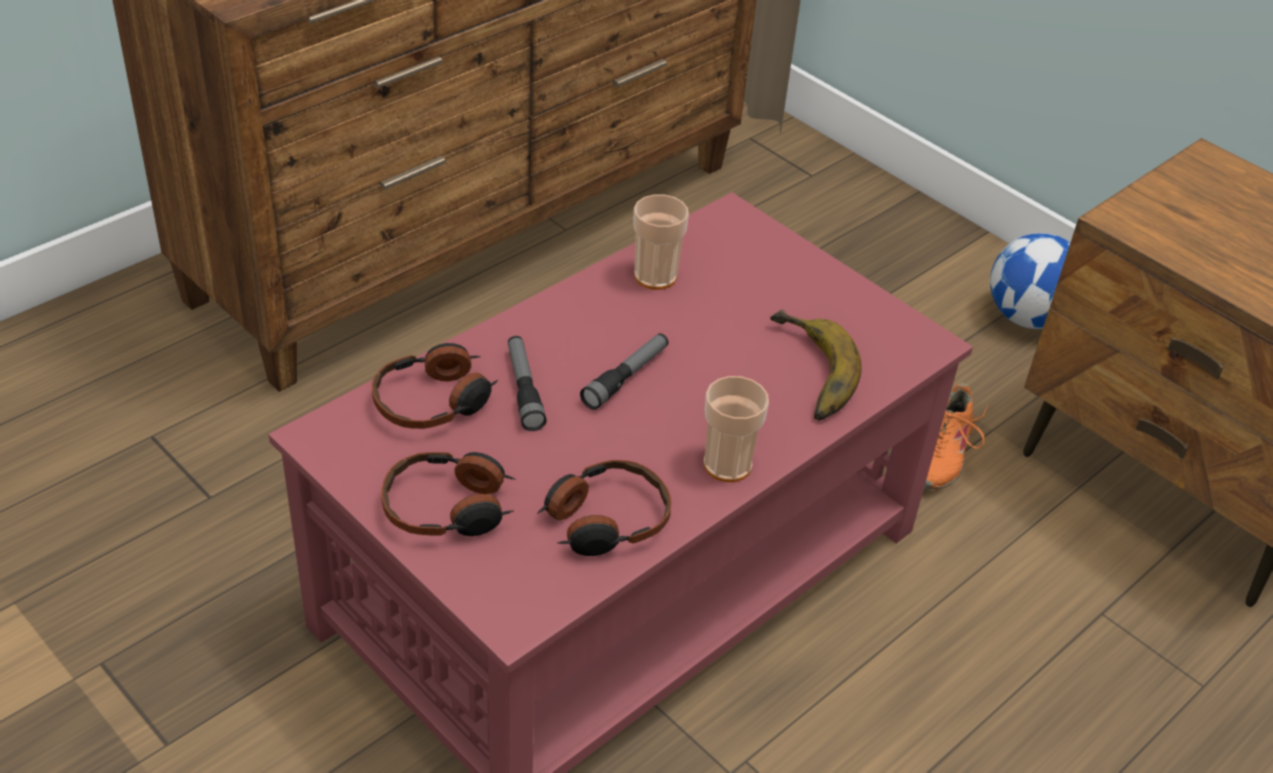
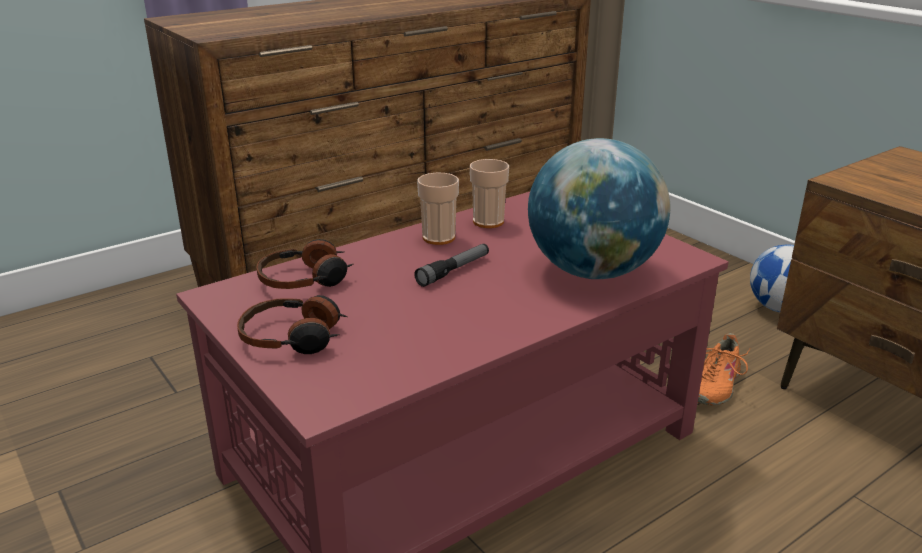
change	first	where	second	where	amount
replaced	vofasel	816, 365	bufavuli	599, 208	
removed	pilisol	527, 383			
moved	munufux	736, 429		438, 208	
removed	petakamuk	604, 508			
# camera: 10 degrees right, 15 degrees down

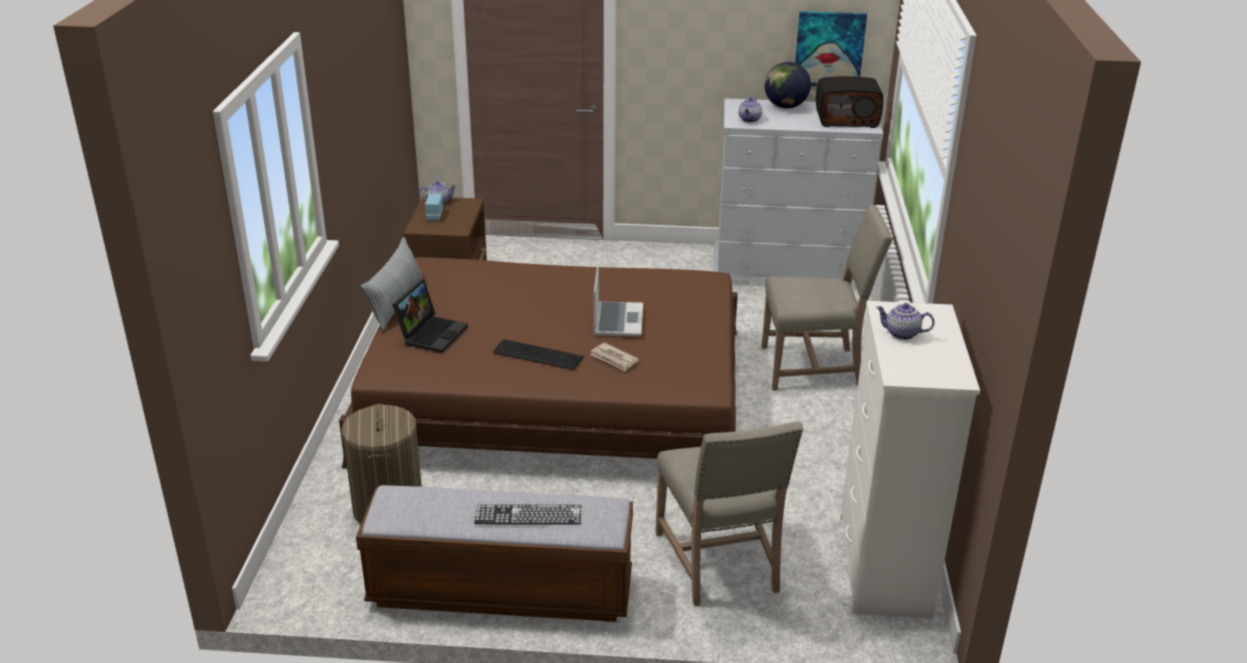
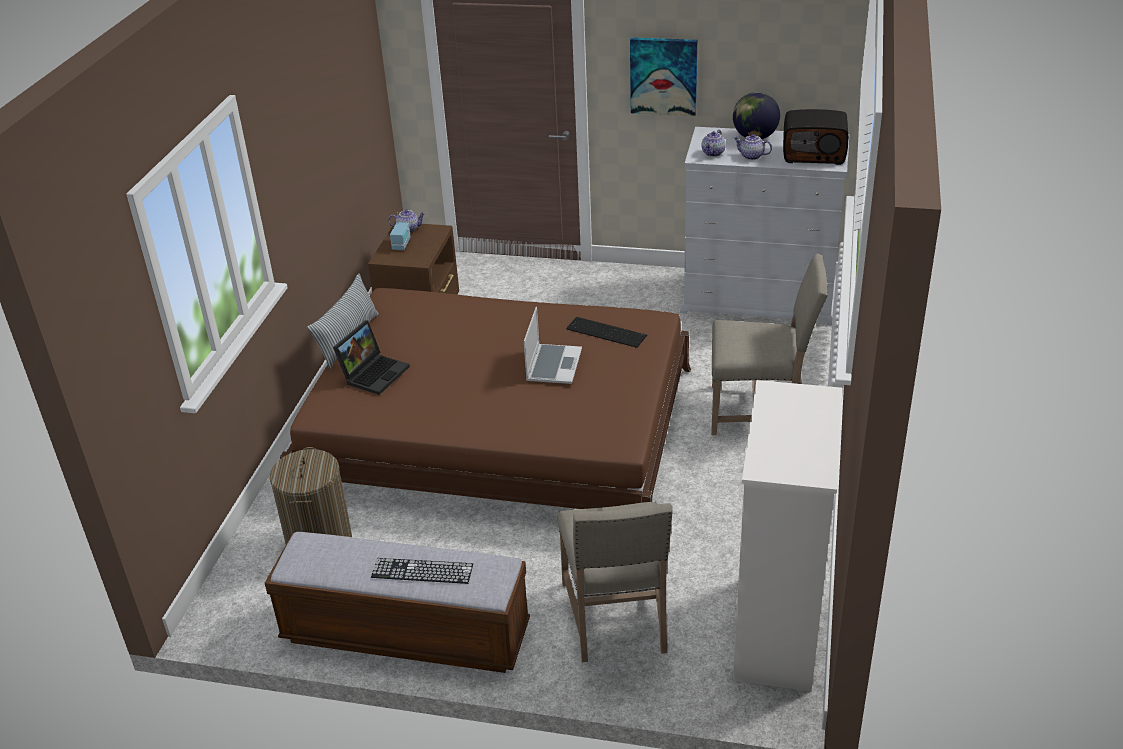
change	first	where	second	where	amount
moved	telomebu	831, 50		664, 76	
moved	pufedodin	905, 321		752, 147	
moved	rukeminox	538, 354		606, 332	
removed	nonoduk	614, 357			
# camera: 10 degrees right, 5 degrees up

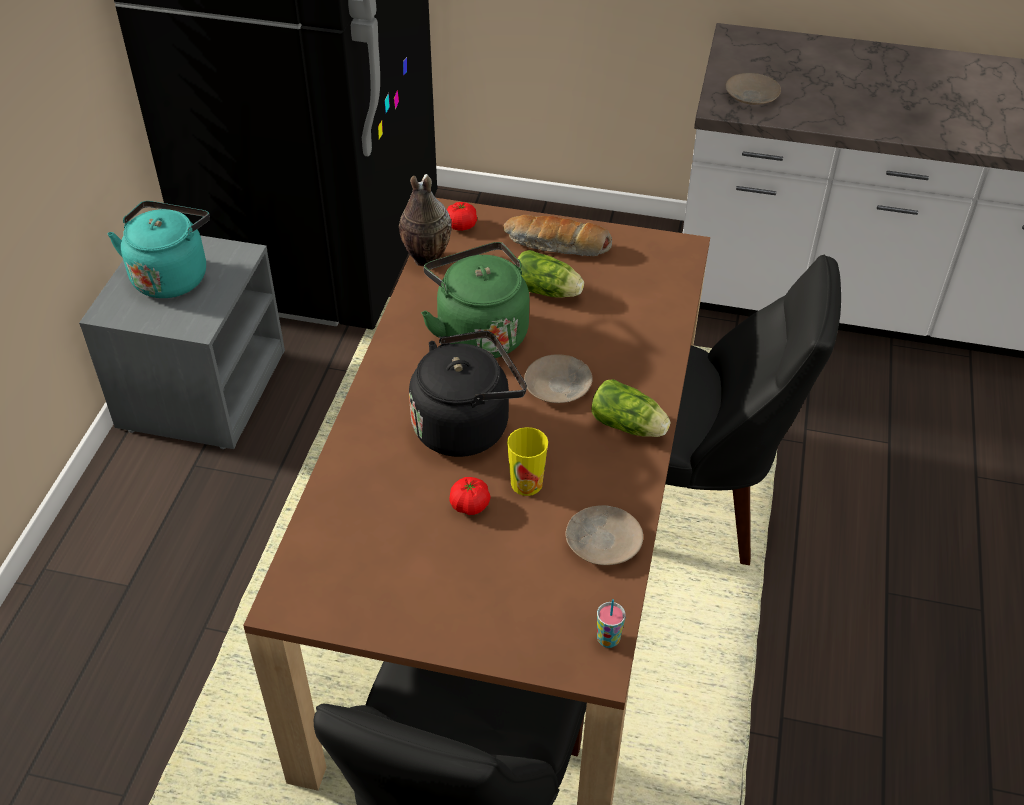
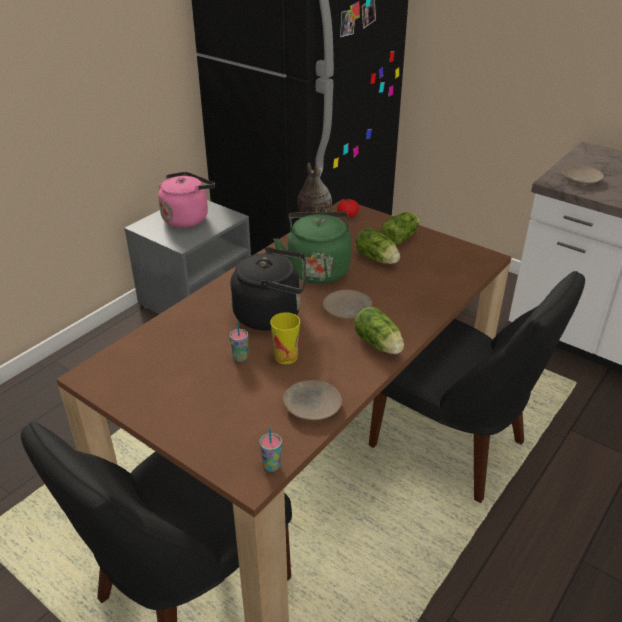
change	first	where	second	where	amount
recoloured	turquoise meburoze	159, 249	pink meburoze	186, 200	
replaced	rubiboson	557, 236	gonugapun	400, 228	
replaced	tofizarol	470, 496	munufux	239, 342	
# camera: 25 degrees right, 10 degrees down

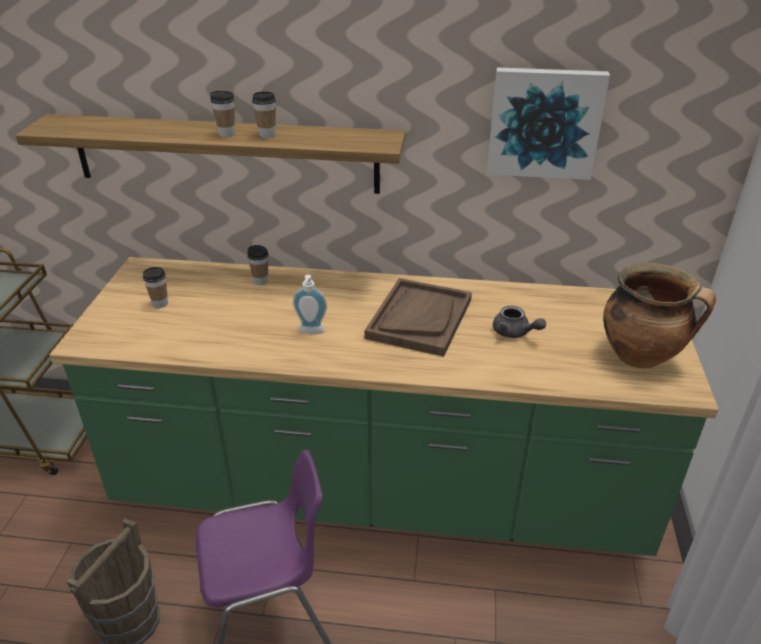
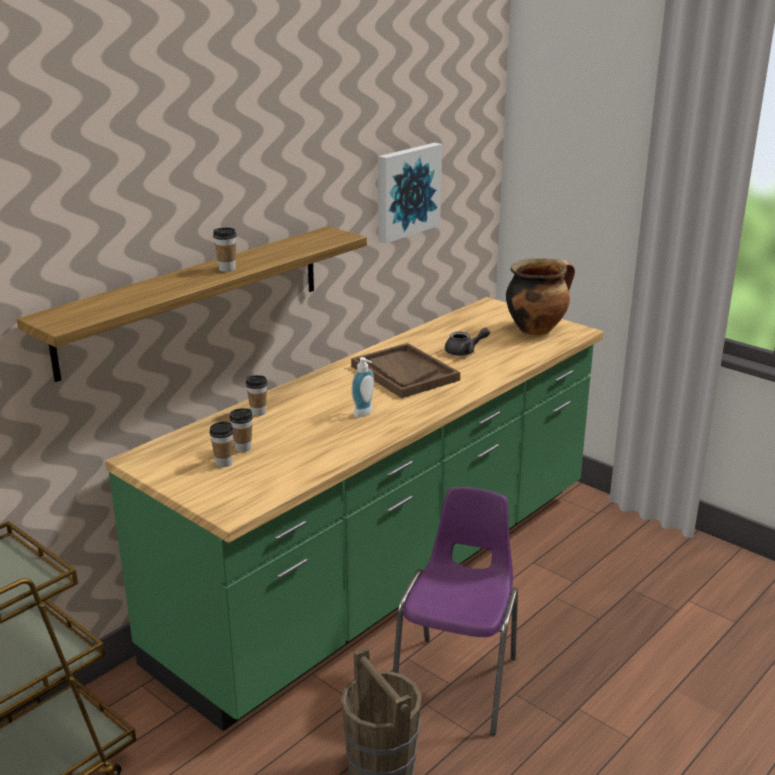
change	first	where	second	where	amount
moved	munufux	264, 114		241, 430	
# camera: 55 degrees left, 10 degrees down

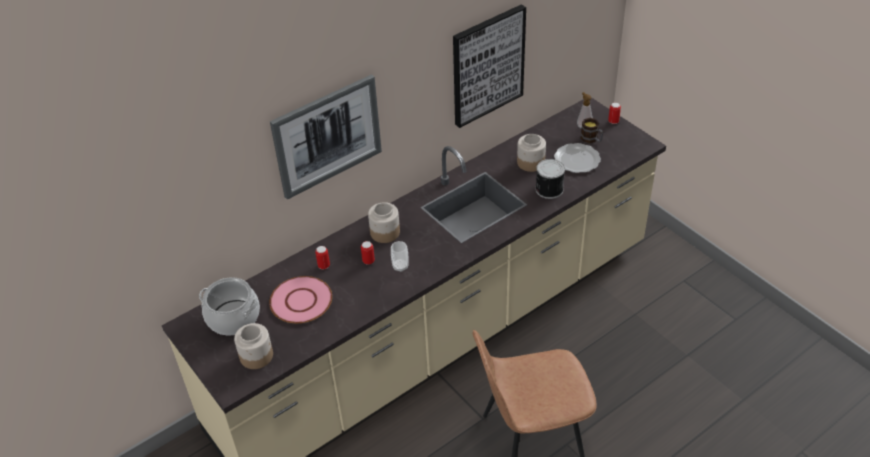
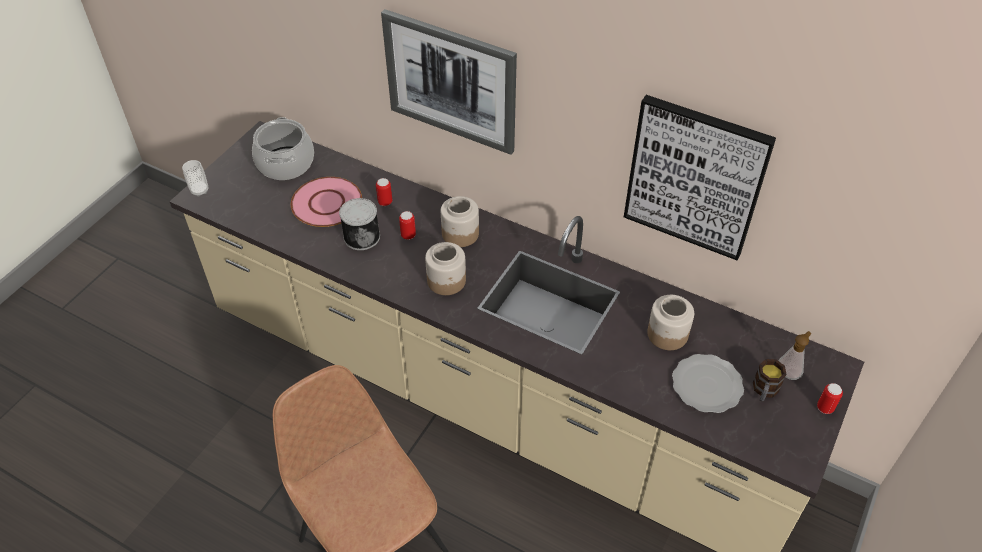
change	first	where	second	where	amount
moved	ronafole	550, 179		359, 224	
moved	munufux	400, 256		195, 178	
moved	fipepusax	253, 346		445, 268	
# camera: 65 degrees right, 5 degrees up

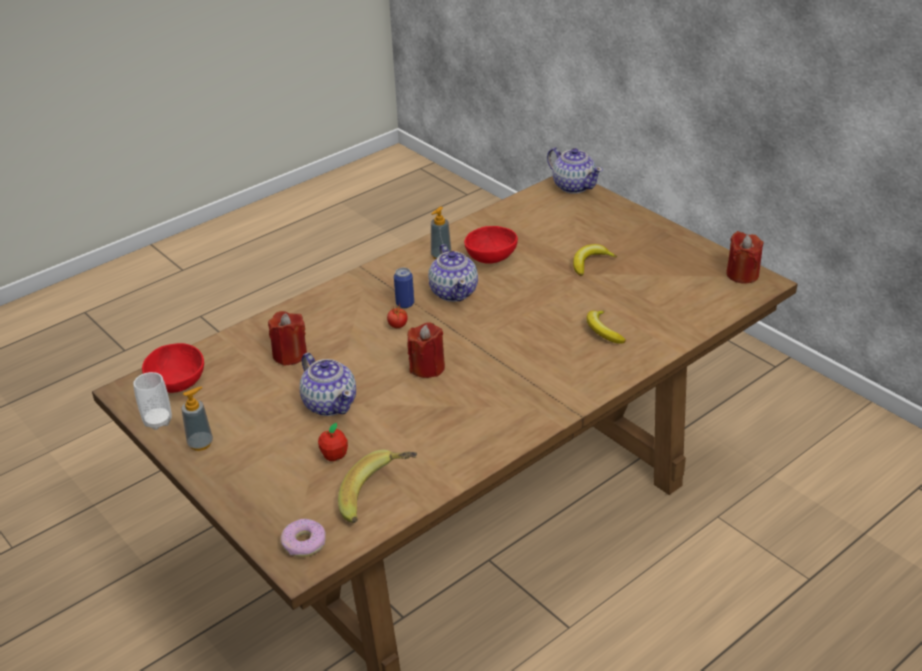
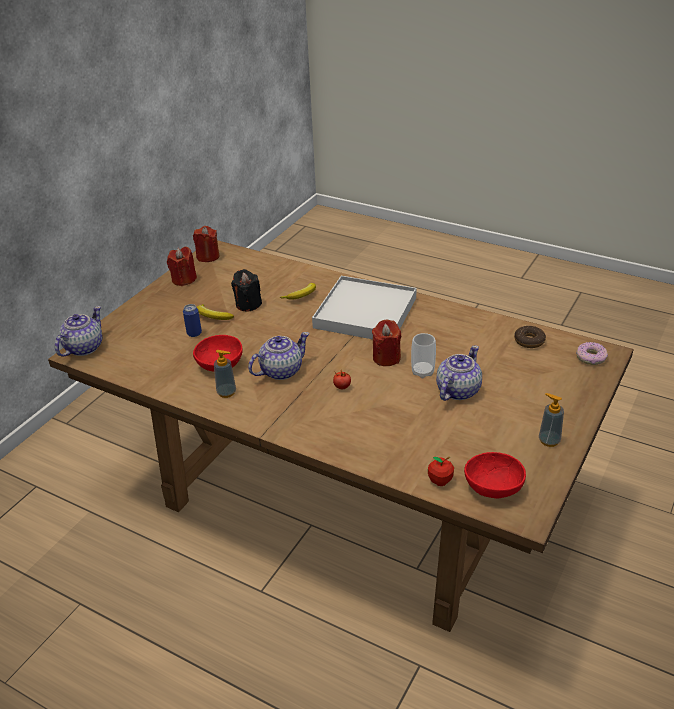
change	first	where	second	where	amount
moved	ronafole	404, 288		192, 320	
moved	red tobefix	287, 338		182, 266	
moved	munufux	152, 401		423, 355	
moved	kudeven	333, 442		441, 471	
replaced	vofasel	377, 486	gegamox	530, 337	
added			black tobefix	246, 290	
added			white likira	364, 307	
# camera: 110 degrees left, 0 degrees up

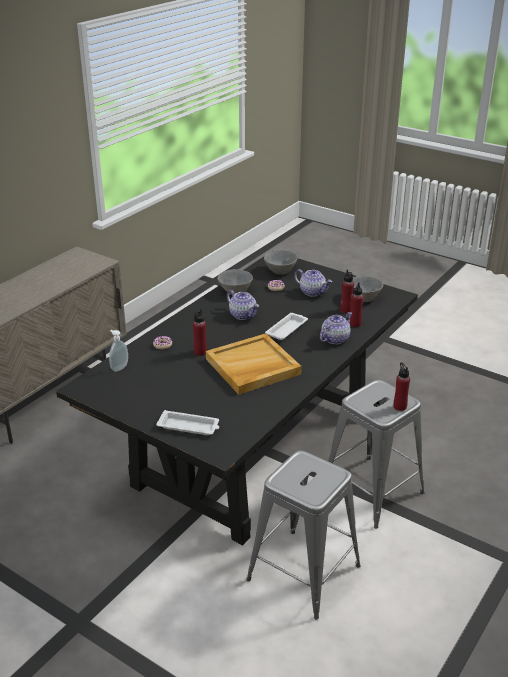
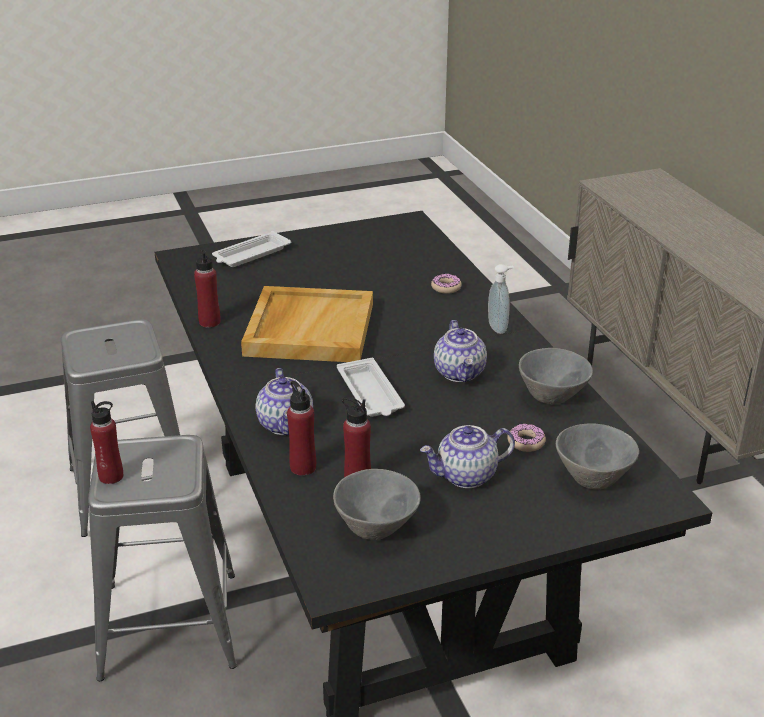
change	first	where	second	where	amount
turned	pufedodin	243, 305		460, 351	90 degrees counterclockwise
moved	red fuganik	200, 332		207, 287	
moved	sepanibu	118, 351		501, 299	
# camera: 125 degrees right, 0 degrees up

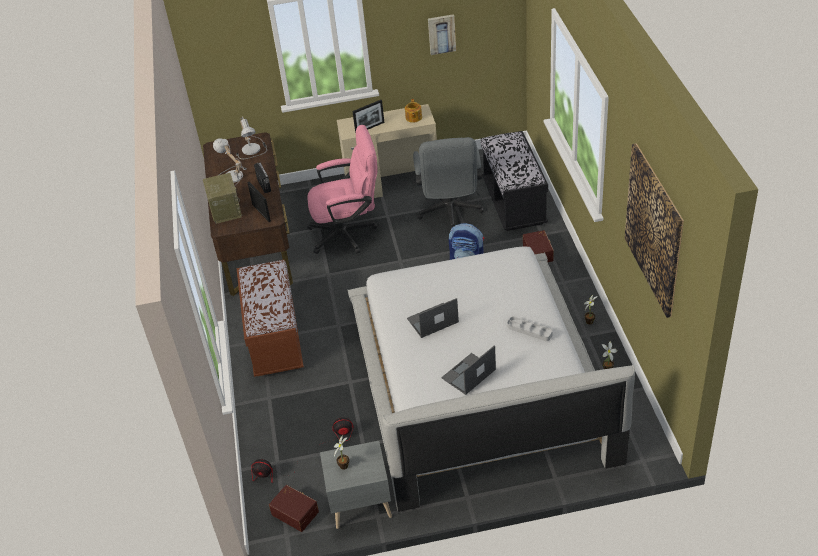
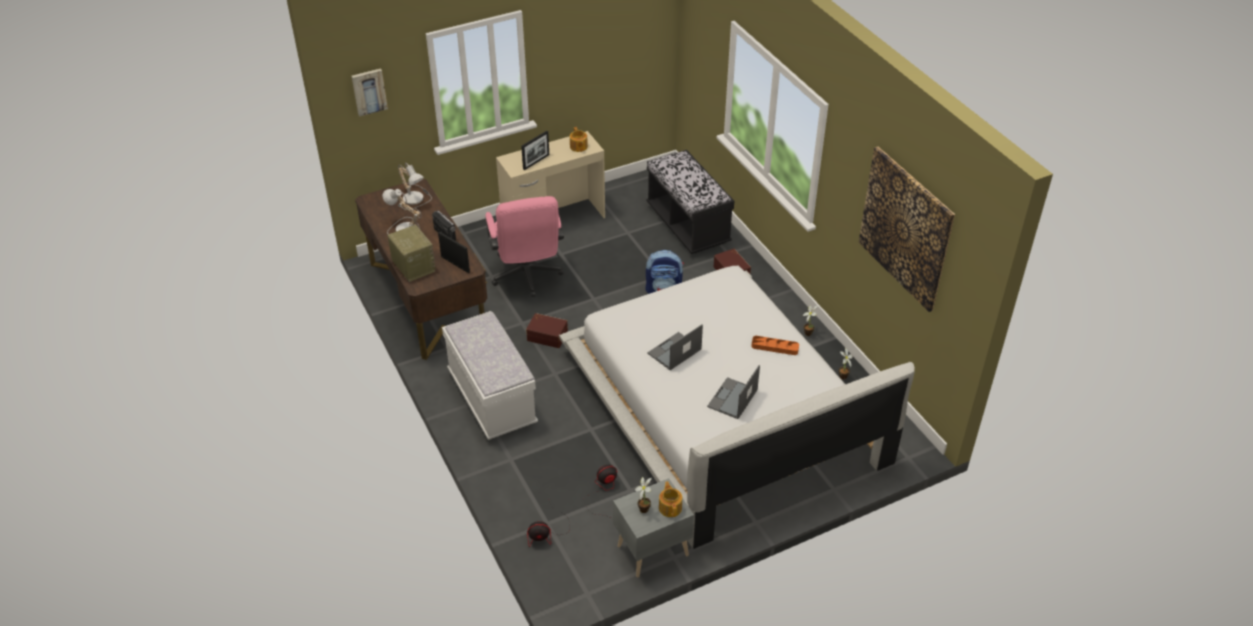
change	first	where	second	where	amount
moved	telomebu	442, 34		370, 92	
turned	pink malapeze	342, 189		525, 246	105 degrees clockwise
removed	grey malapeze	448, 183			
recoloured	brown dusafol	270, 318	white dusafol	490, 375	
recoloured	grey likira	530, 329	orange likira	775, 345	
moved	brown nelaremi	294, 508		547, 330	
added			pufedodin	670, 499	
# camera: 20 degrees left, 0 degrees up

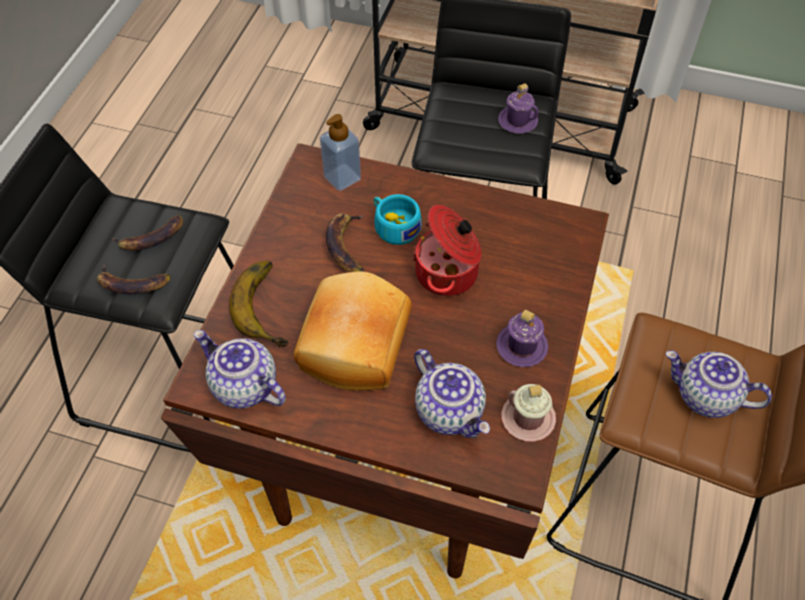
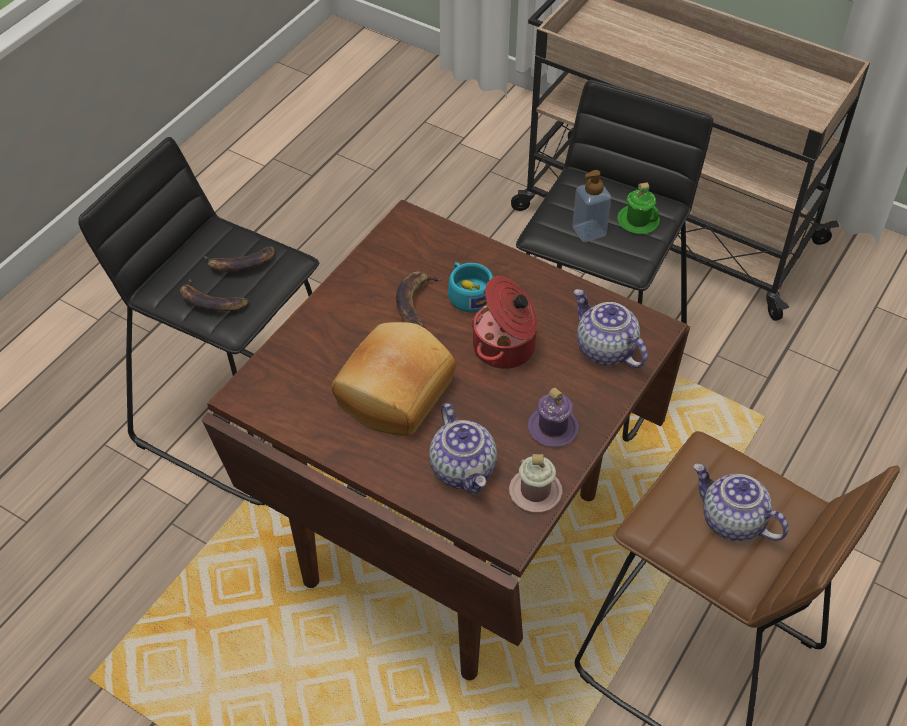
change	first	where	second	where	amount
recoloured	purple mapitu	518, 108	green mapitu	638, 208	
moved	sepanibu	340, 152		591, 206	
removed	vofasel	258, 304			
moved	pufedodin	240, 369		611, 328	
# camera: 15 degrees right, 5 degrees down

